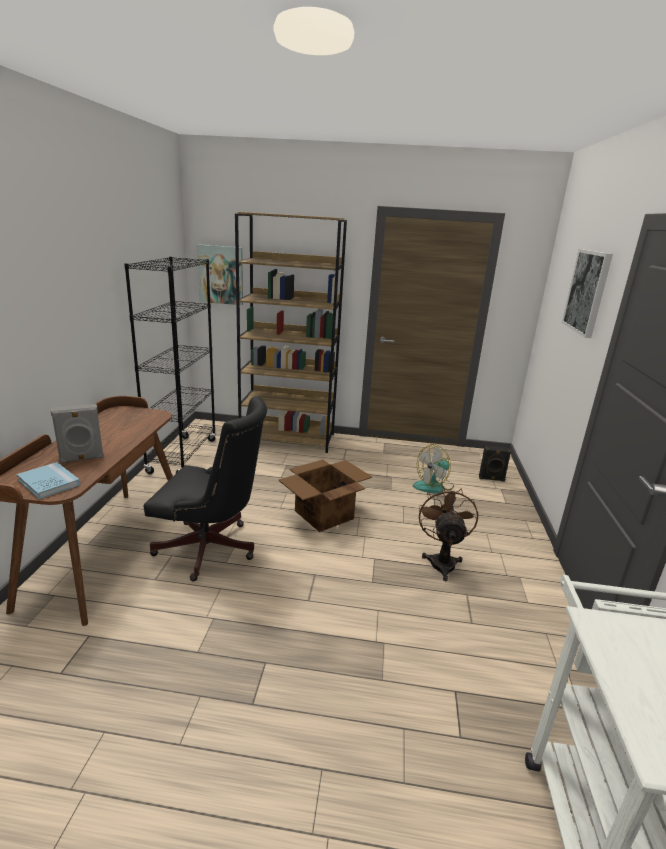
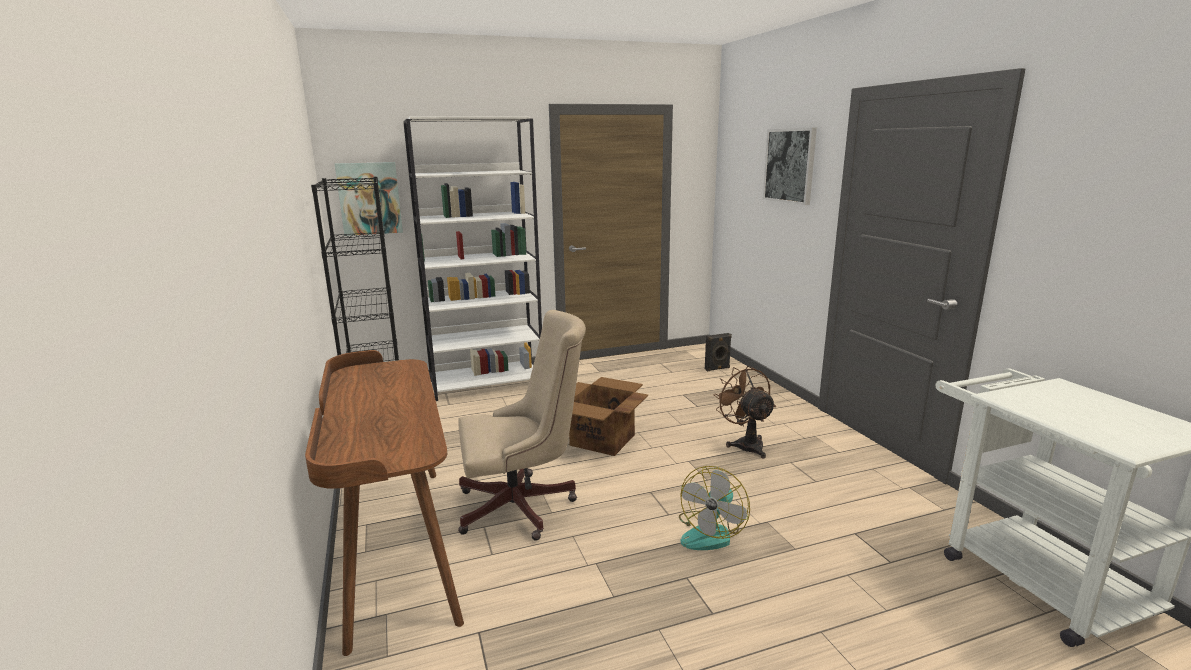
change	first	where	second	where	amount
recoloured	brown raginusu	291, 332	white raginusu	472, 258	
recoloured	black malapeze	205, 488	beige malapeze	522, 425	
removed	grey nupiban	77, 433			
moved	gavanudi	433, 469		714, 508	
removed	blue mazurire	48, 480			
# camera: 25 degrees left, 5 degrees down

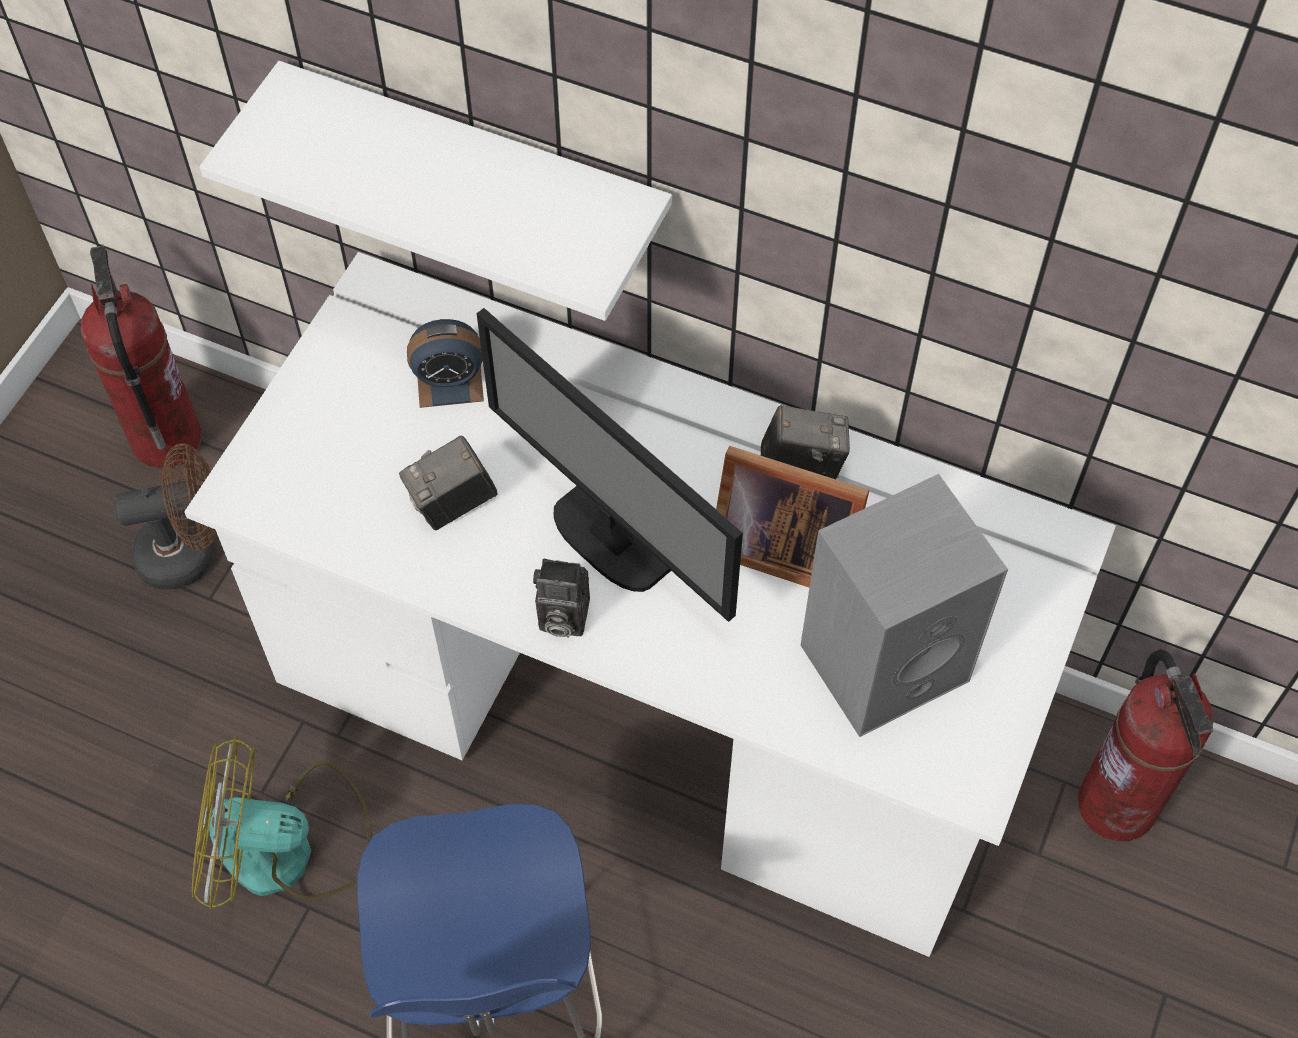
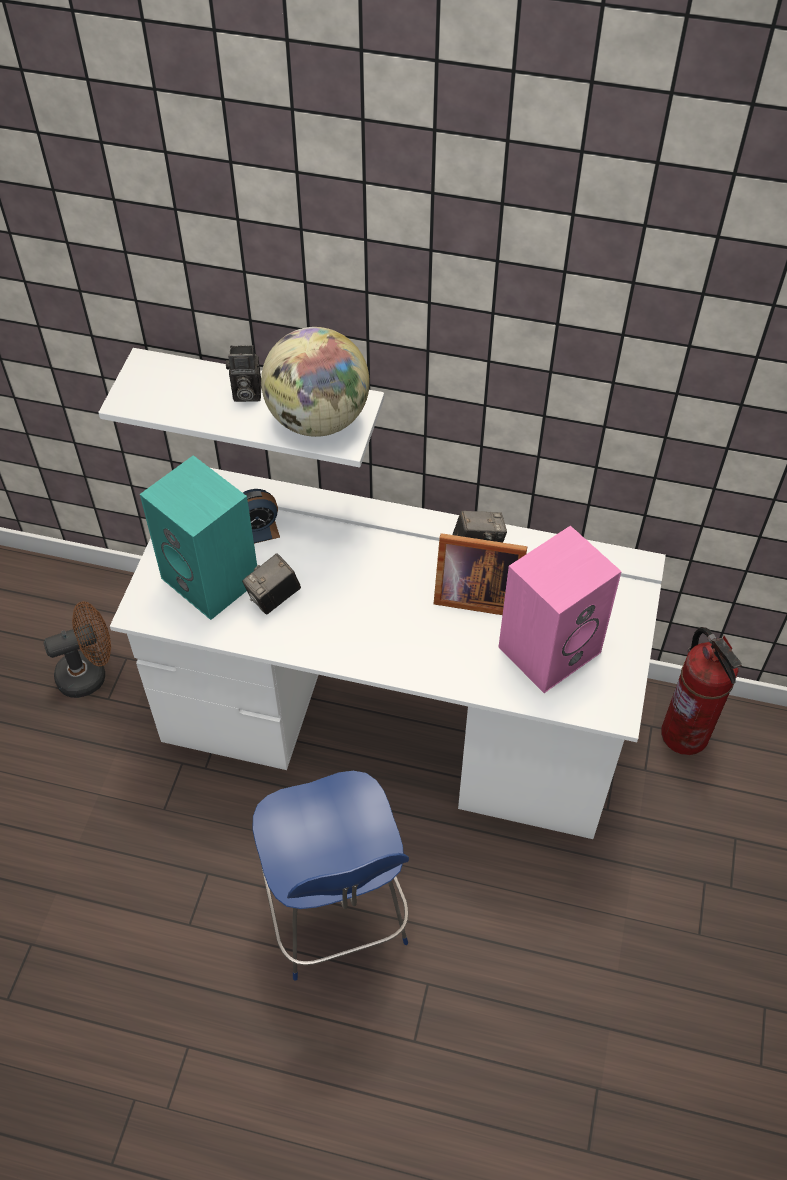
change	first	where	second	where	amount
removed	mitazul	141, 357			
removed	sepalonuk	610, 465			
recoloured	grey nupiban	904, 605	pink nupiban	560, 609	
moved	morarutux	561, 598		243, 373	
removed	gavanudi	281, 822			
added			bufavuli	315, 382	
added			turquoise nupiban	198, 537	
# camera: 10 degrees left, 5 degrees down

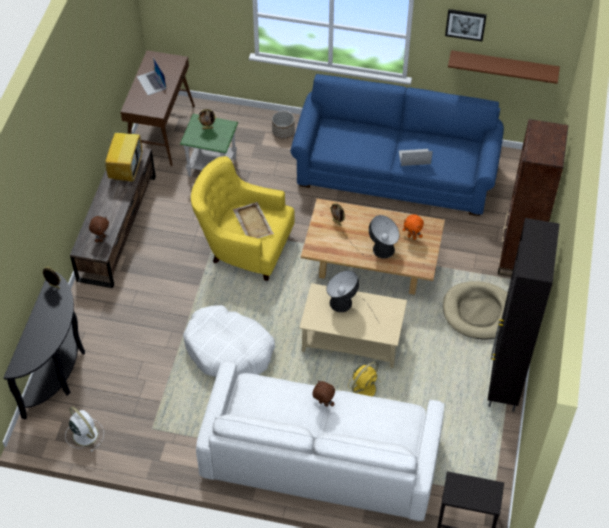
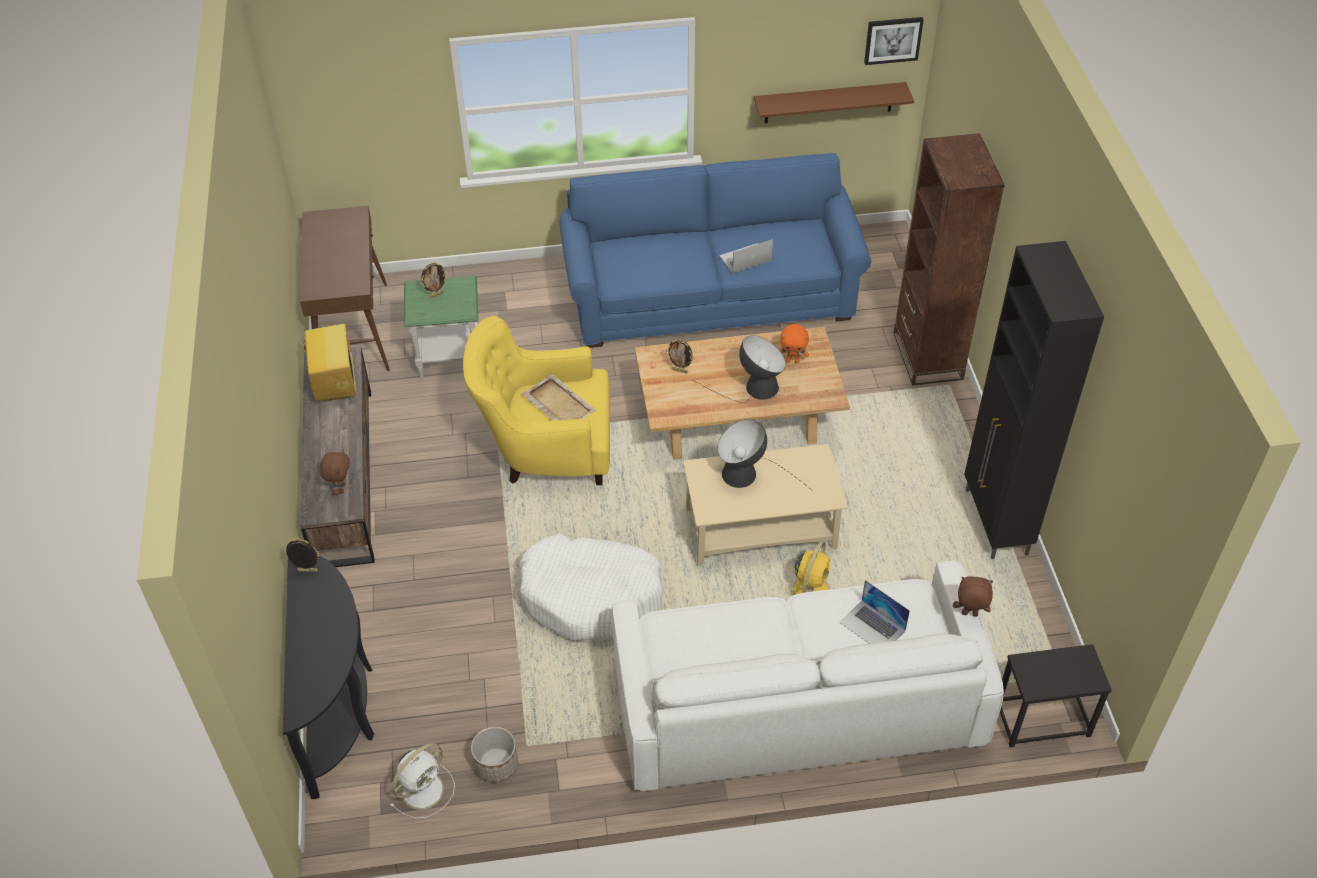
change	first	where	second	where	amount
moved	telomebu	466, 25		894, 41	
moved	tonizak	151, 76		874, 612	
moved	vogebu	283, 125		494, 755	
removed	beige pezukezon	475, 310			
moved	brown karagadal	323, 393		973, 596	
turned	white gavanudi	84, 429		422, 781	105 degrees clockwise
# camera: 20 degrees left, 5 degrees down

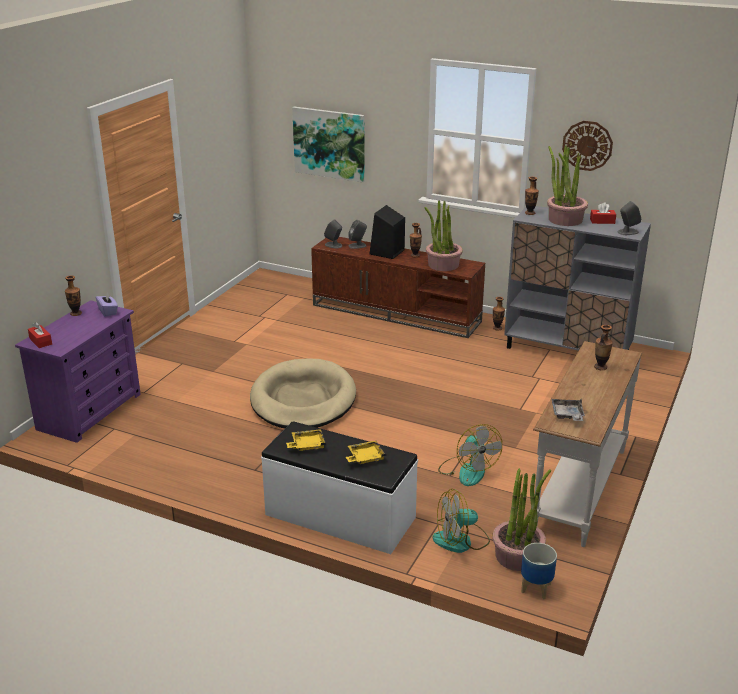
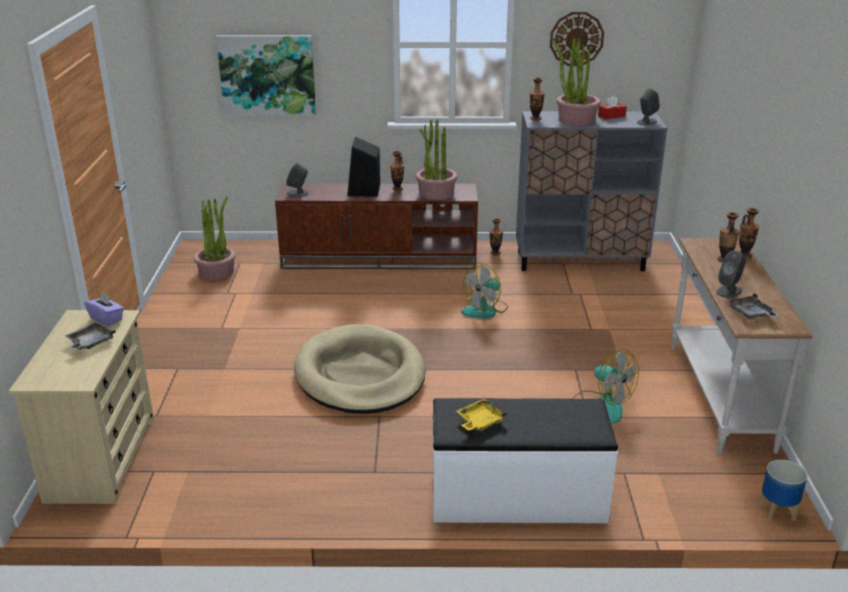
change	first	where	second	where	amount
moved	grey nupiban	357, 234		731, 274	
moved	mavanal	73, 295		749, 233	
recoloured	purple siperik	78, 371	beige siperik	81, 407	
removed	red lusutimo	40, 335			
removed	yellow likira	366, 452			
moved	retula	521, 519		215, 238	
moved	gavanudi	461, 521		484, 290	
added			grey likira	90, 336	
# camera: 25 degrees left, 0 degrees up

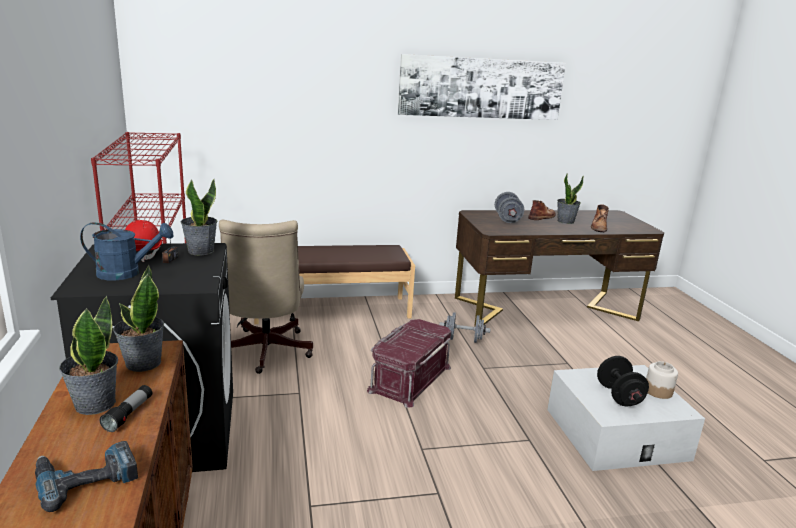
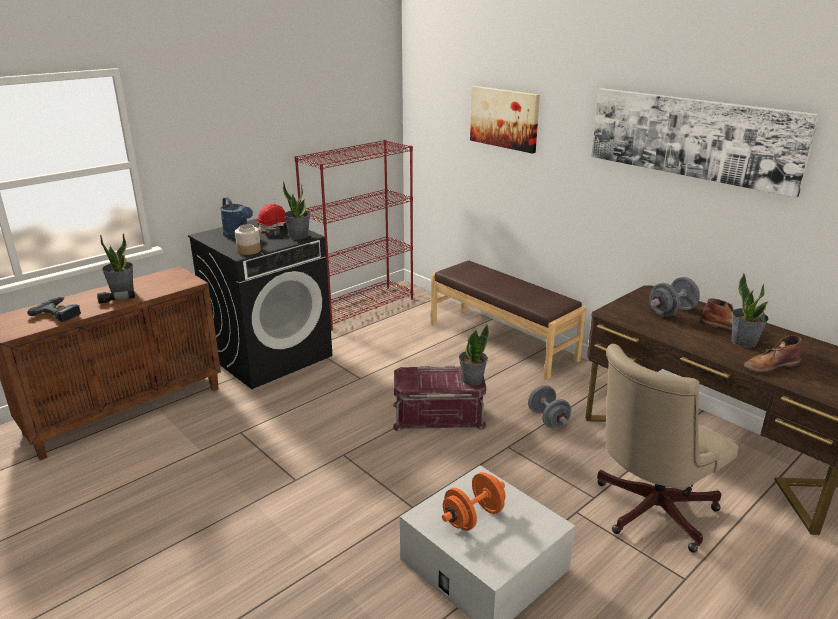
change	first	where	second	where	amount
moved	beige malapeze	266, 297		667, 448	
moved	retula	138, 318		474, 355	
recoloured	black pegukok	623, 381	orange pegukok	473, 501	
moved	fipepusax	662, 380		248, 239	
added			telomebu	505, 120	
# camera: 60 degrees right, 5 degrees up

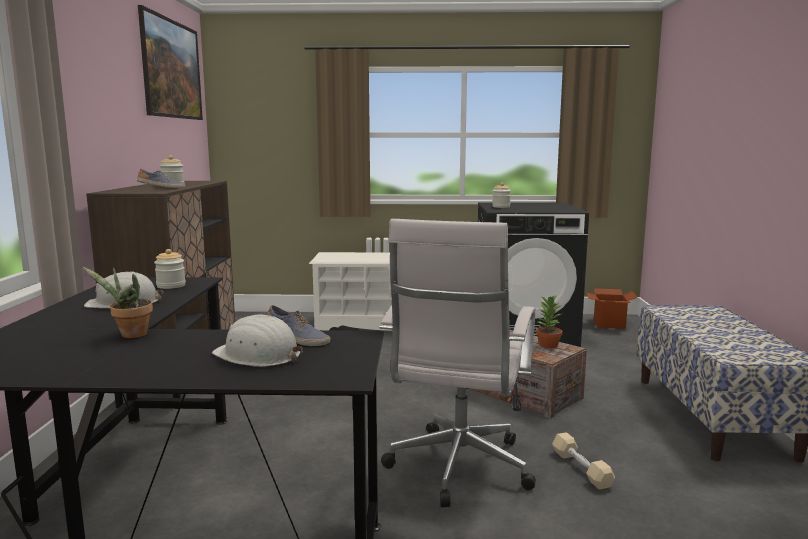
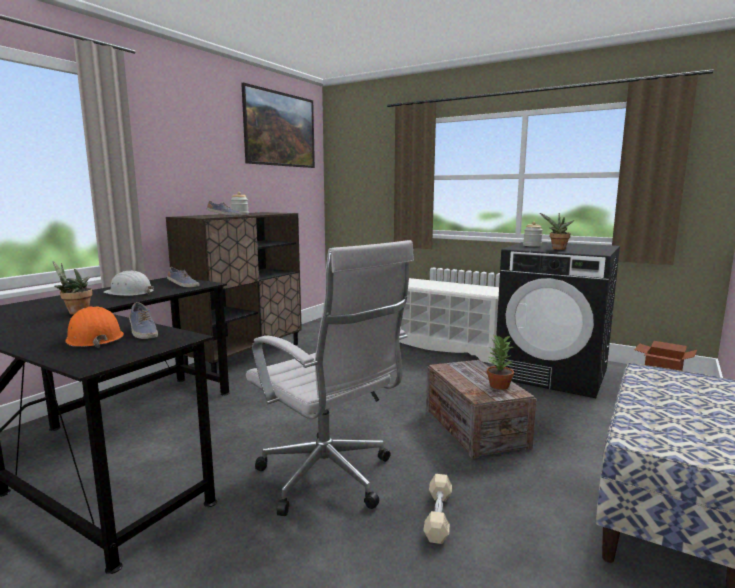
change	first	where	second	where	amount
turned	white malapeze	457, 363		330, 378	90 degrees counterclockwise
replaced	fipepusax	170, 269	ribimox	183, 277	
recoloured	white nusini	257, 340	orange nusini	94, 327	
added			retula	557, 231	
# camera: 30 degrees right, 0 degrees up

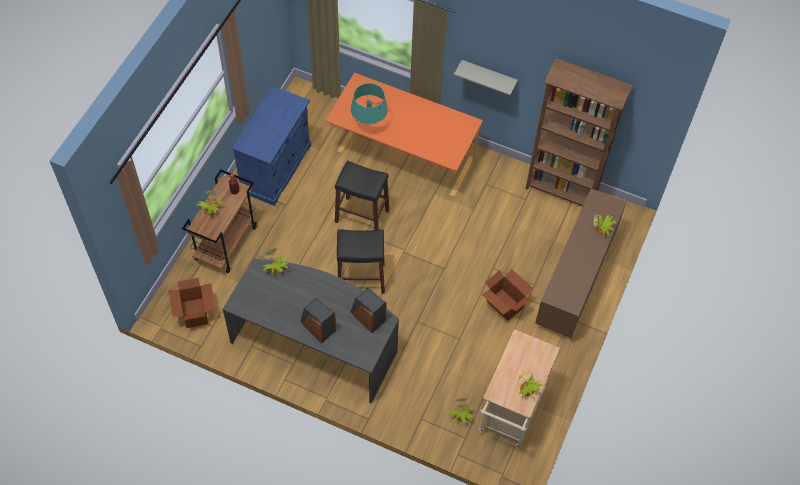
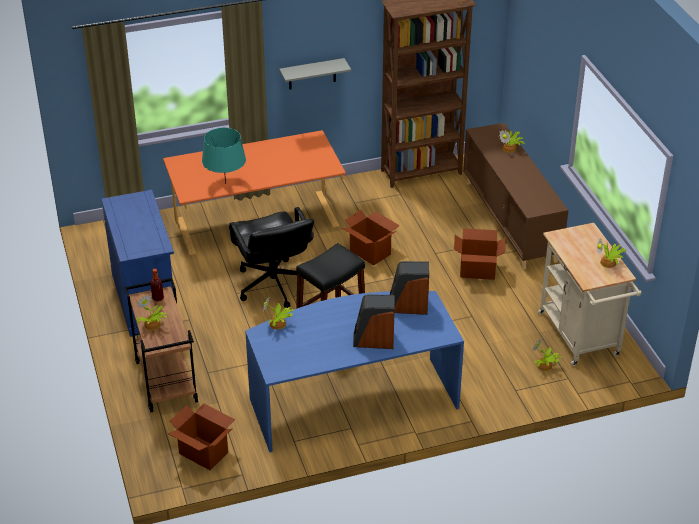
change	first	where	second	where	amount
replaced	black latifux	362, 195	black malapeze	271, 257	
recoloured	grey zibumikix	310, 331	blue zibumikix	354, 371	
added			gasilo	371, 238	
# camera: 40 degrees left, 20 degrees down

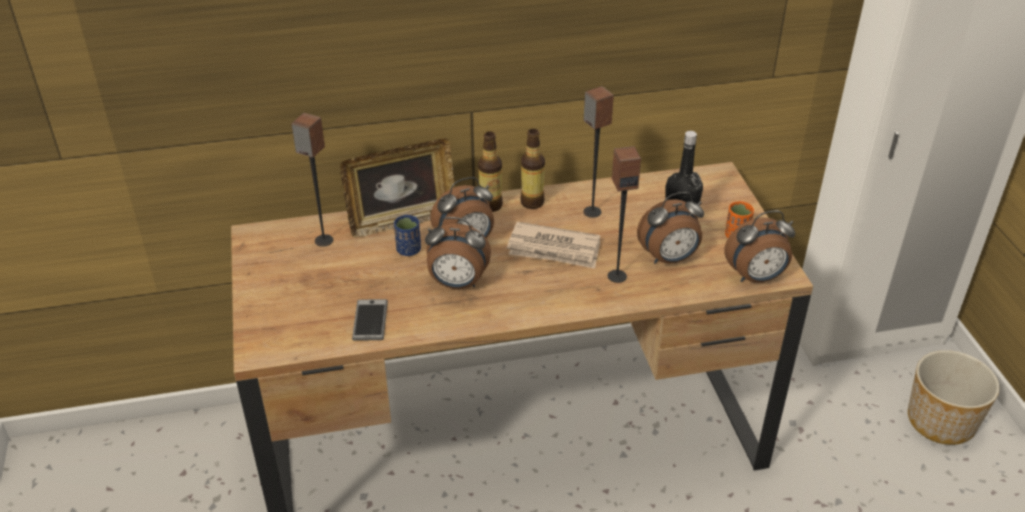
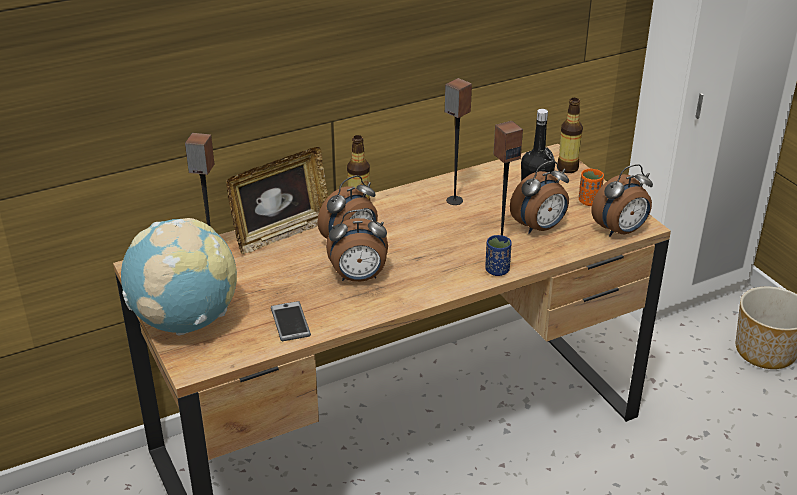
change	first	where	second	where	amount
moved	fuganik	533, 169		570, 135	
moved	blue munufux	407, 235		498, 255	
removed	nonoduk	553, 245			
added			bufavuli	179, 277	
# camera: 15 degrees left, 5 degrees down

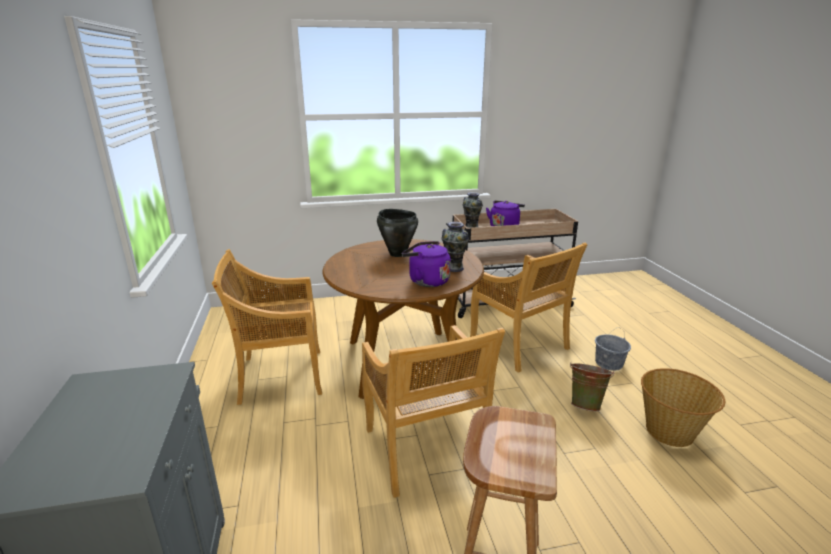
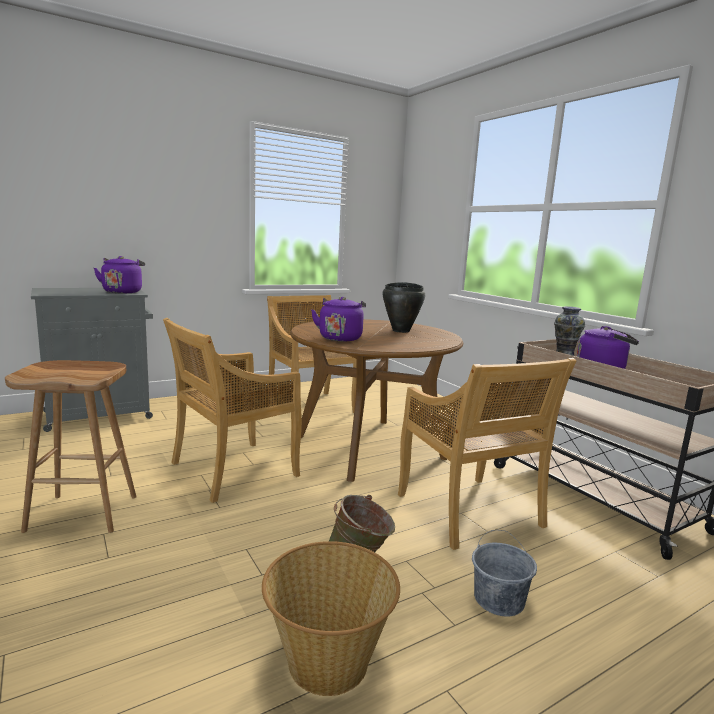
change	first	where	second	where	amount
removed	mavanal	455, 247			
turned	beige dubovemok	529, 308		487, 454	60 degrees counterclockwise
added			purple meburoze	119, 274	
# camera: 70 degrees right, 10 degrees down

